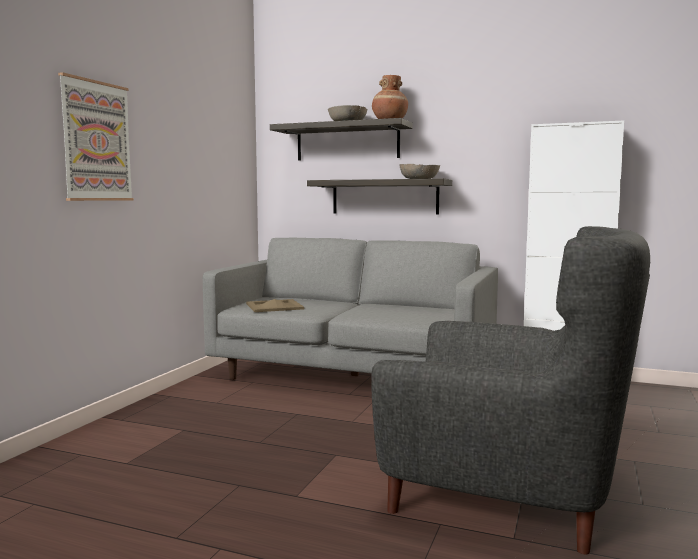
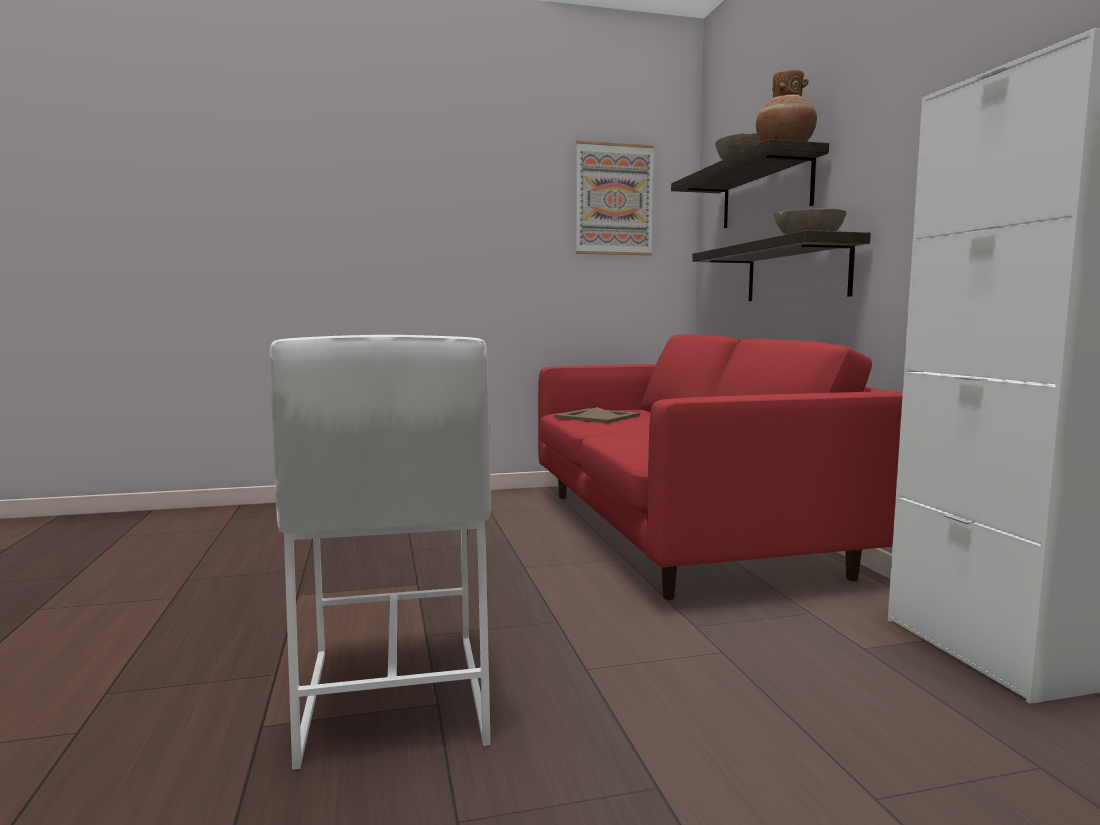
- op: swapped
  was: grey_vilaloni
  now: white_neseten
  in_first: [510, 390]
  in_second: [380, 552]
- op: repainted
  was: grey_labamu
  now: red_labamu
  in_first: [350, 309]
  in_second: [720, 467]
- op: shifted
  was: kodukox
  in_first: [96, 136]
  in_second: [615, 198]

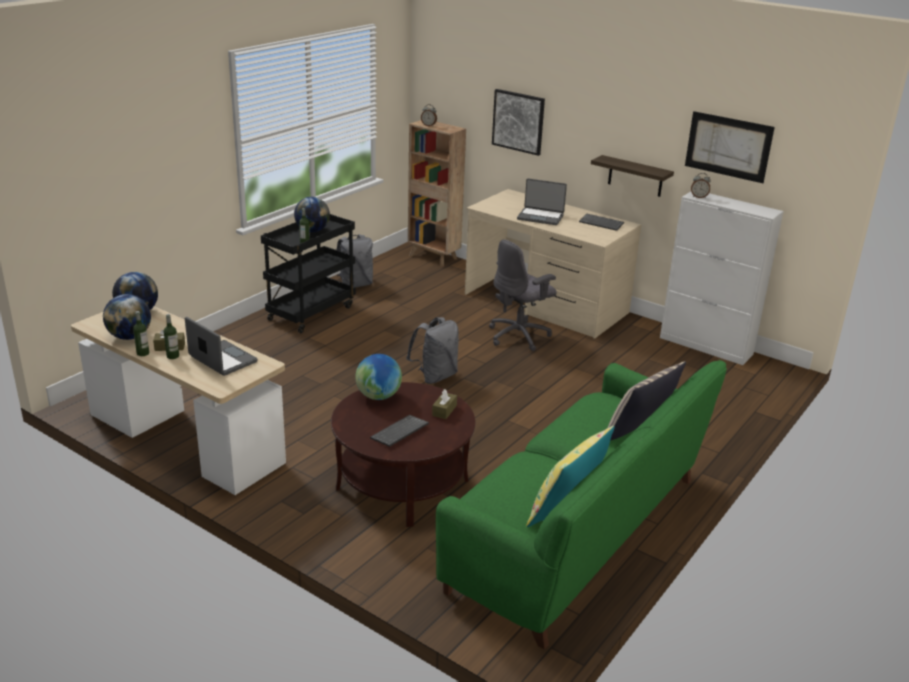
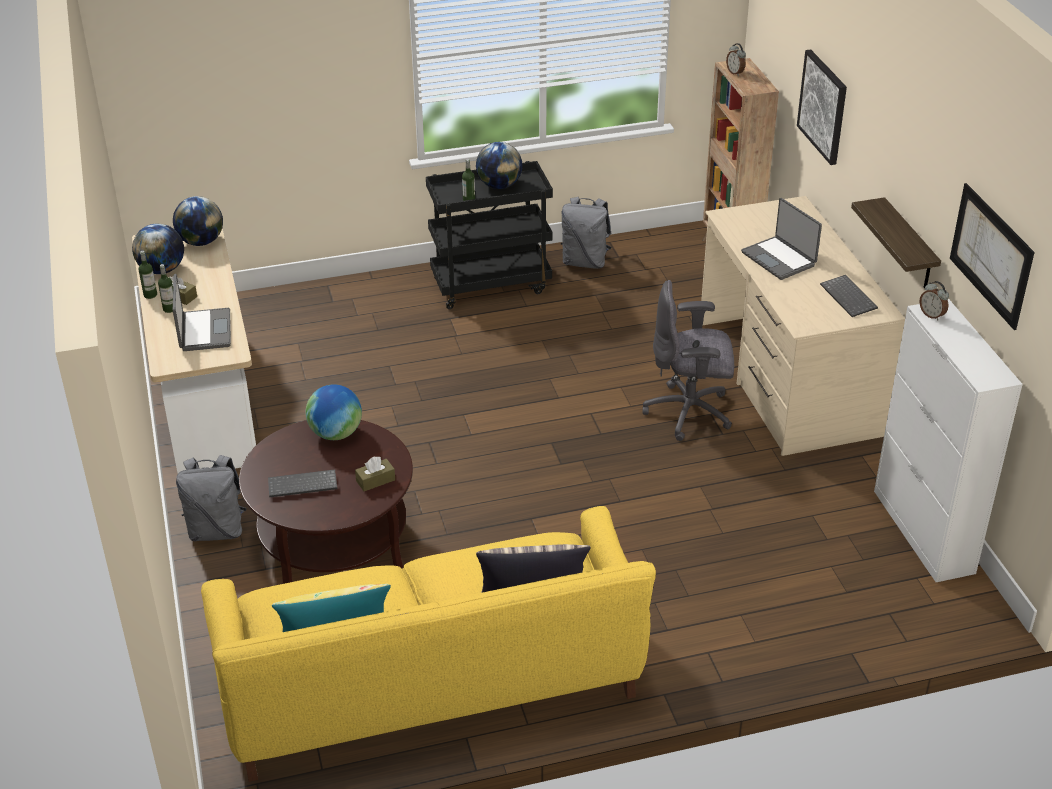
- op: shifted
  was: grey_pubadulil
  in_first: [432, 350]
  in_second: [211, 498]
- op: repainted
  was: green_labamu
  now: yellow_labamu
  in_first: [581, 505]
  in_second: [428, 644]

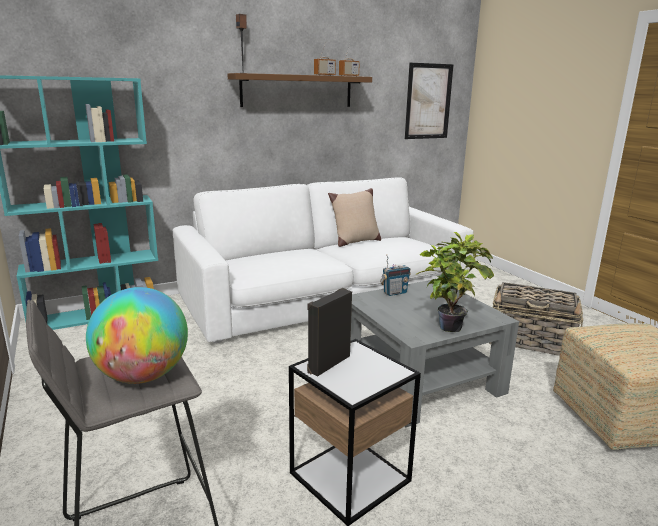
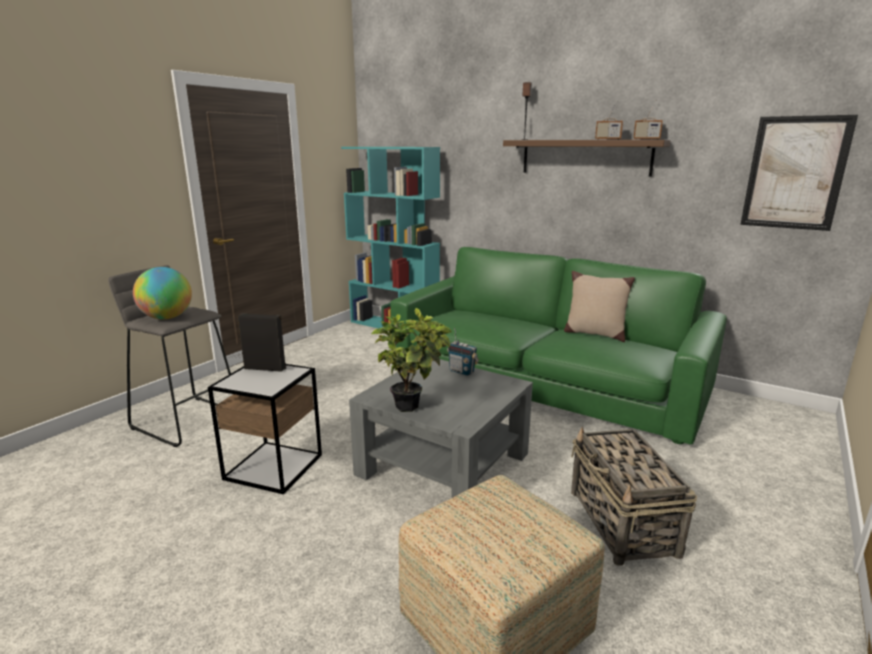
- op: repainted
  was: white_labamu
  now: green_labamu
  in_first: [323, 260]
  in_second: [558, 345]

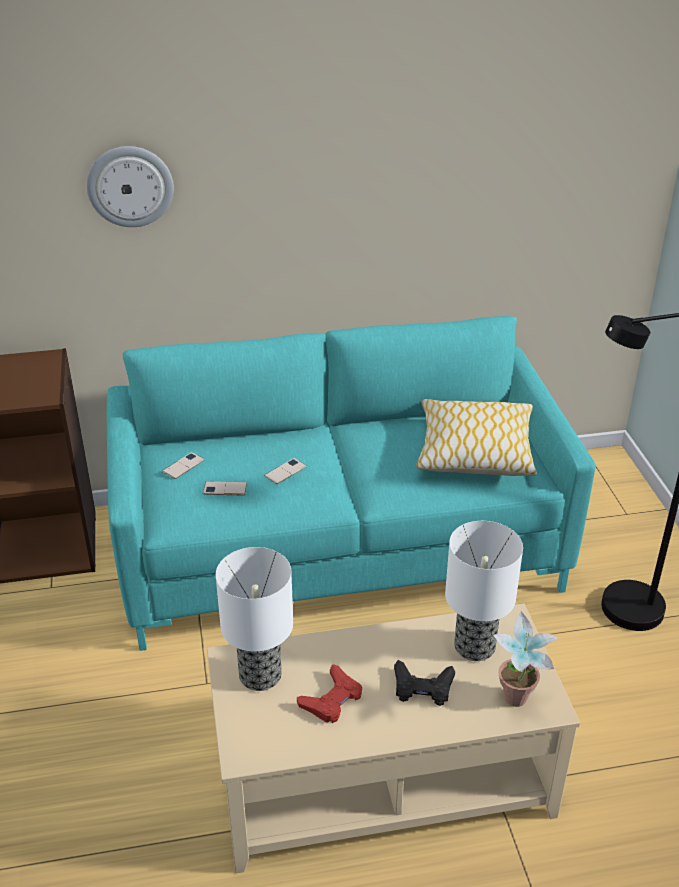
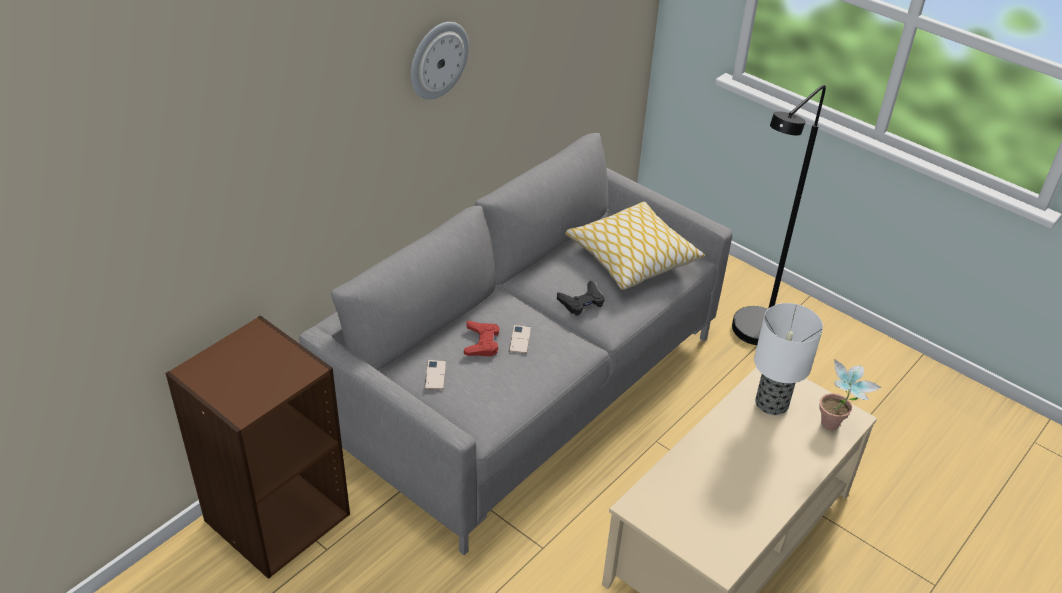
- op: repainted
  was: turquoise_labamu
  now: grey_labamu
  in_first: [351, 483]
  in_second: [516, 344]
- op: shifted
  was: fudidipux
  in_first: [130, 186]
  in_second: [440, 61]
- op: shifted
  was: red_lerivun
  in_first: [329, 693]
  in_second: [481, 338]
- op: shifted
  was: black_lerivun
  in_first: [424, 683]
  in_second: [581, 298]
- op: gone
  was: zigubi
  in_first: [225, 488]
- op: gone
  was: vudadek
  in_first: [254, 619]

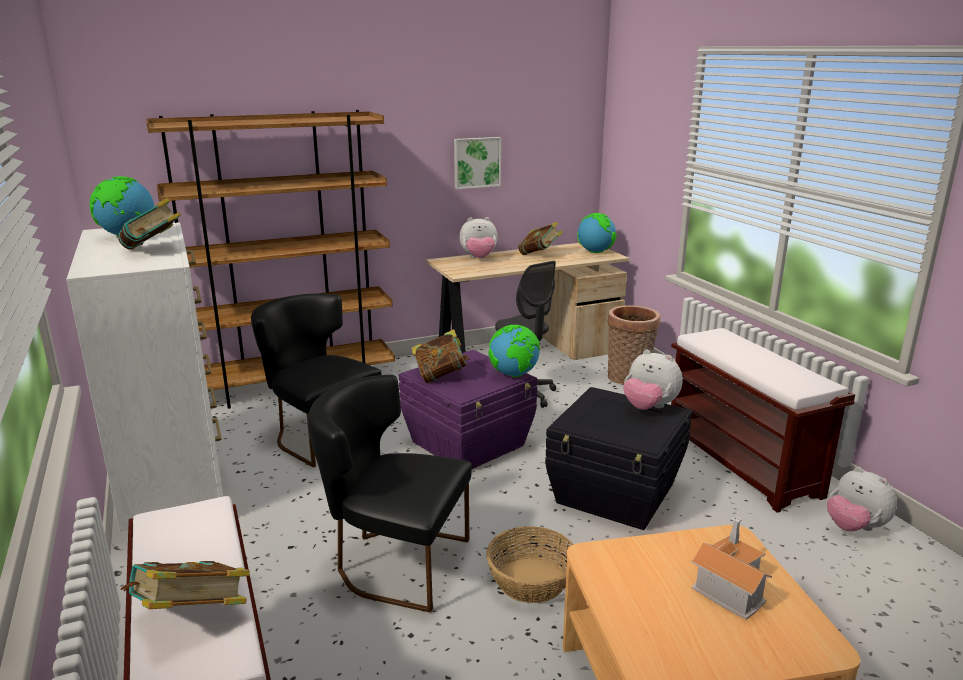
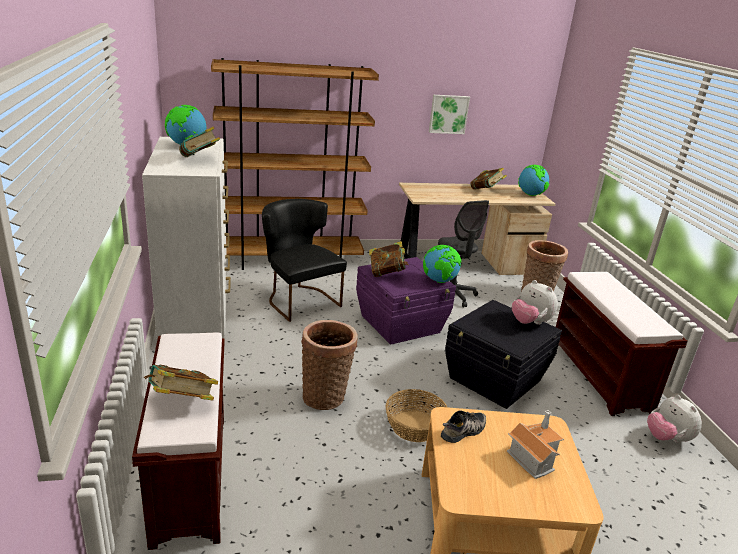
- op: swapped
  was: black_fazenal
  now: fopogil
  in_first: [389, 494]
  in_second: [329, 365]
- op: new
  now: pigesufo
  in_second: [463, 426]
- op: gone
  was: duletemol
  in_first: [478, 237]

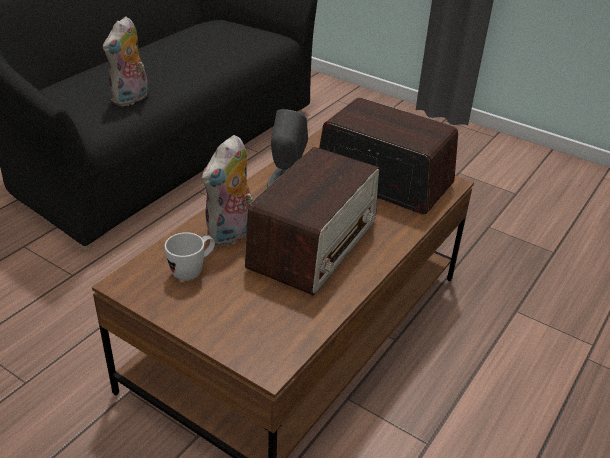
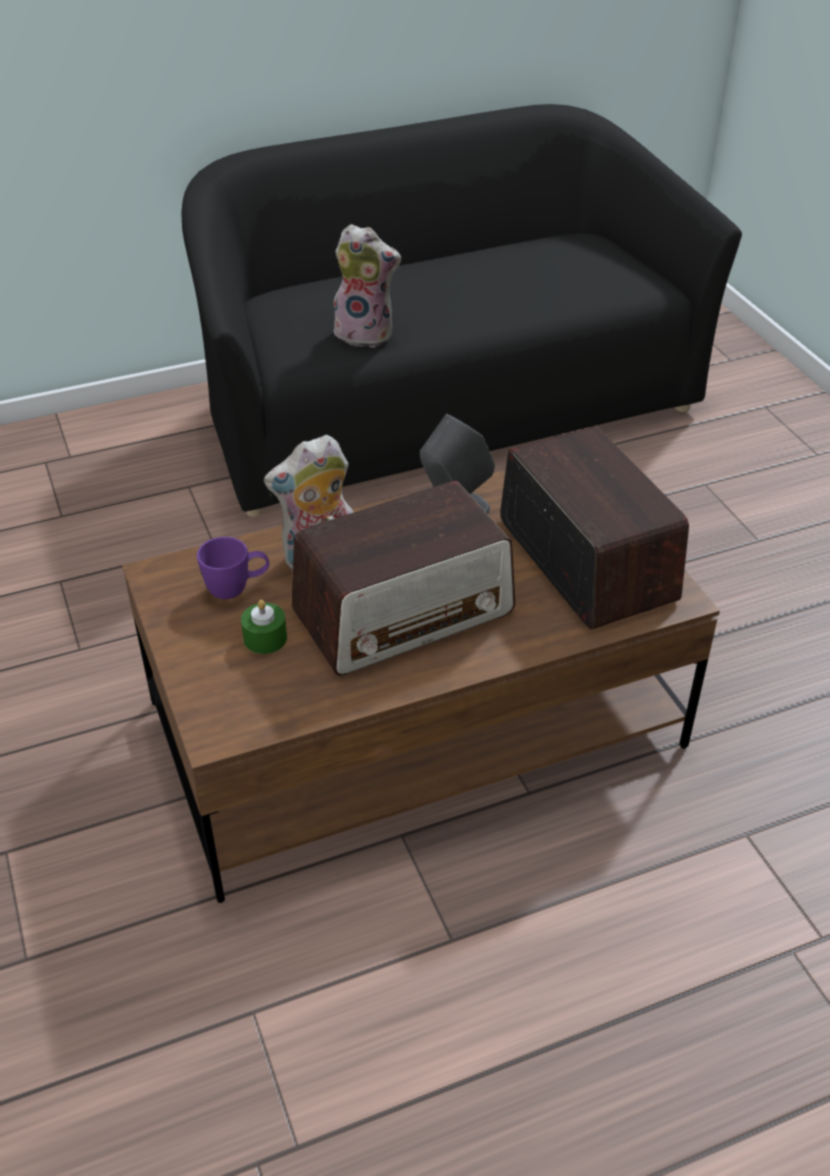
- op: repainted
  was: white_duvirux
  now: purple_duvirux
  in_first: [190, 256]
  in_second: [233, 568]
- op: new
  now: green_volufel
  in_second: [264, 627]
- op: rotated
  was: duletemol
  in_first: [125, 61]
  in_second: [366, 285]
  clockwise: -135

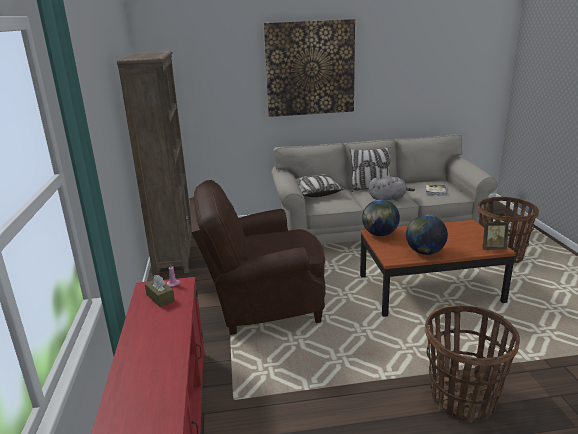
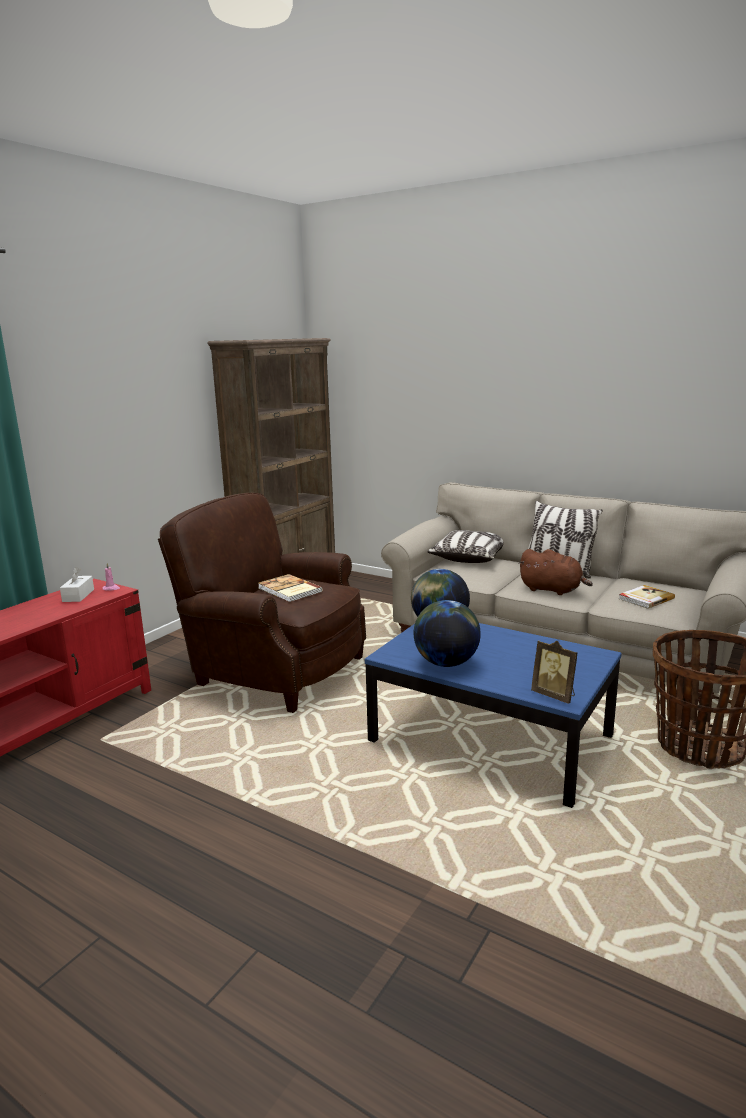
- op: repainted
  was: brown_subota
  now: white_subota
  in_first: [160, 291]
  in_second: [77, 584]
- op: new
  now: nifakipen
  in_second: [290, 588]
- op: repainted
  was: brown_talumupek
  now: blue_talumupek
  in_first: [438, 268]
  in_second: [493, 715]
- op: repainted
  was: grey_duletemol
  now: brown_duletemol
  in_first: [392, 188]
  in_second: [555, 572]
- op: gone
  was: kodukox
  in_first: [309, 68]
- op: gone
  was: fopogil
  in_first: [472, 364]

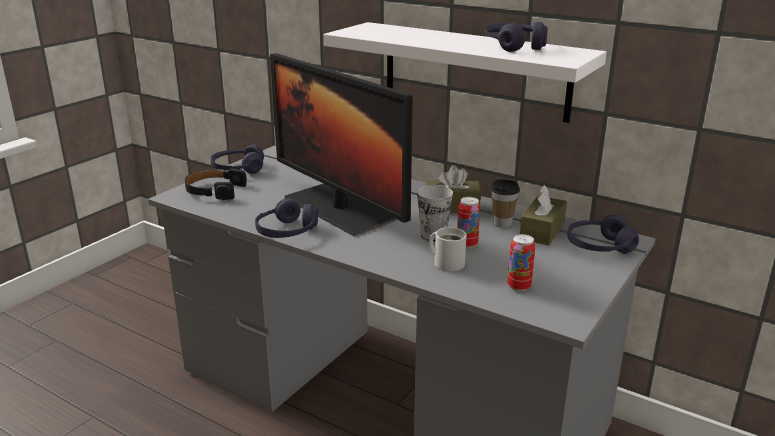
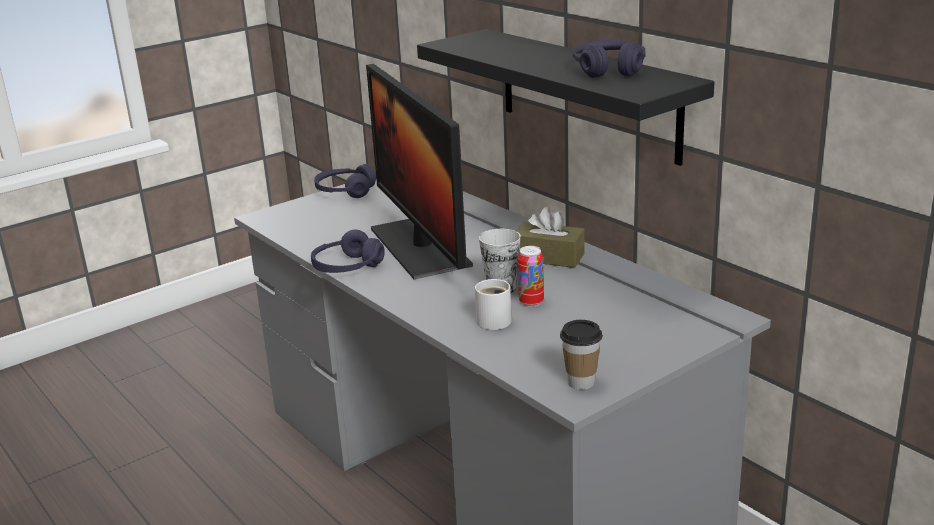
- op: repainted
  was: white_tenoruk
  now: black_tenoruk
  in_first: [465, 72]
  in_second: [566, 97]
- op: shifted
  was: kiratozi
  in_first: [505, 203]
  in_second: [581, 355]
- op: gone
  was: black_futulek
  in_first: [216, 184]
- op: gone
  was: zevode
  in_first: [521, 263]
- op: gone
  was: brown_subota
  in_first: [543, 215]
- op: gone
  was: purple_futulek
  in_first: [603, 234]

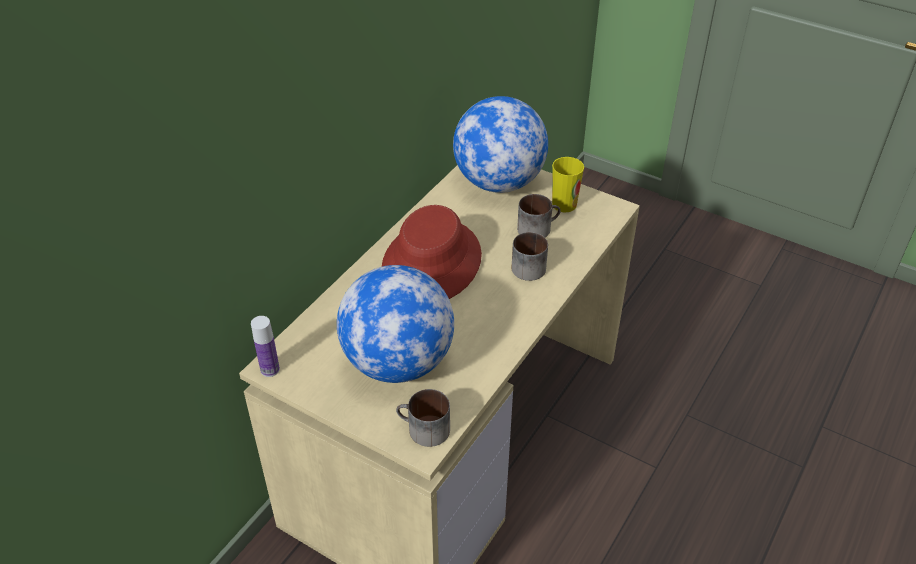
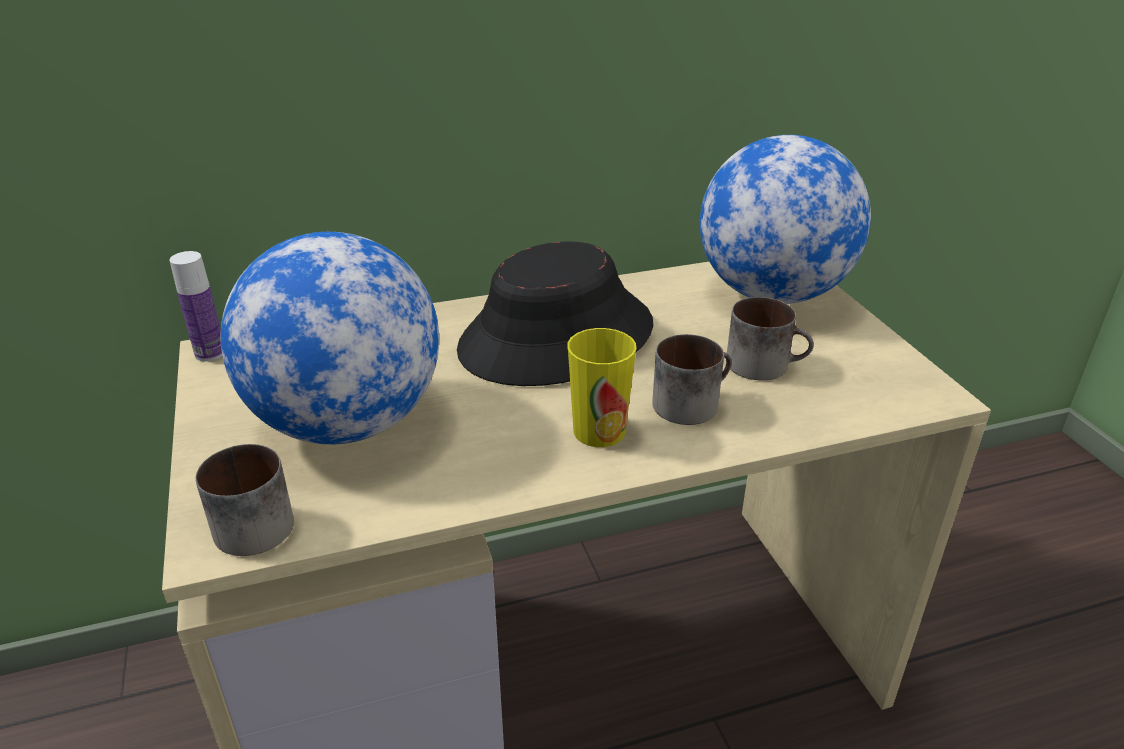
- op: repainted
  was: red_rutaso
  now: black_rutaso
  in_first: [432, 252]
  in_second: [555, 313]
- op: shifted
  was: kiratozi
  in_first: [568, 184]
  in_second: [602, 387]

